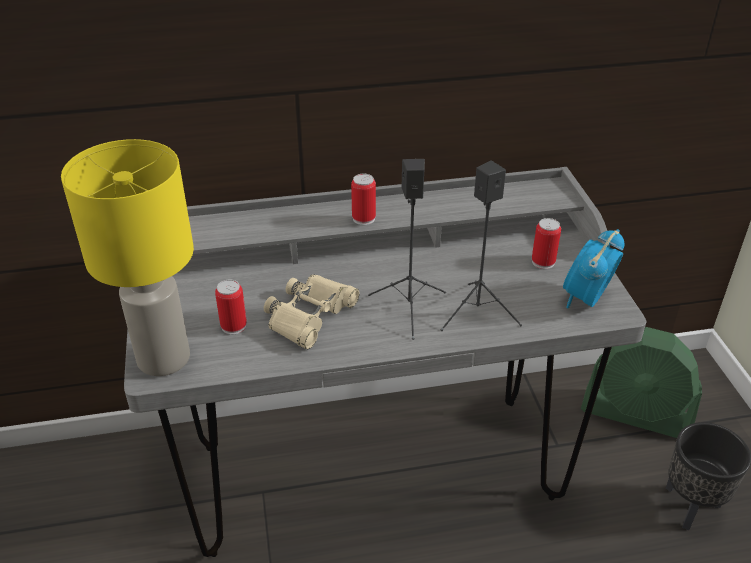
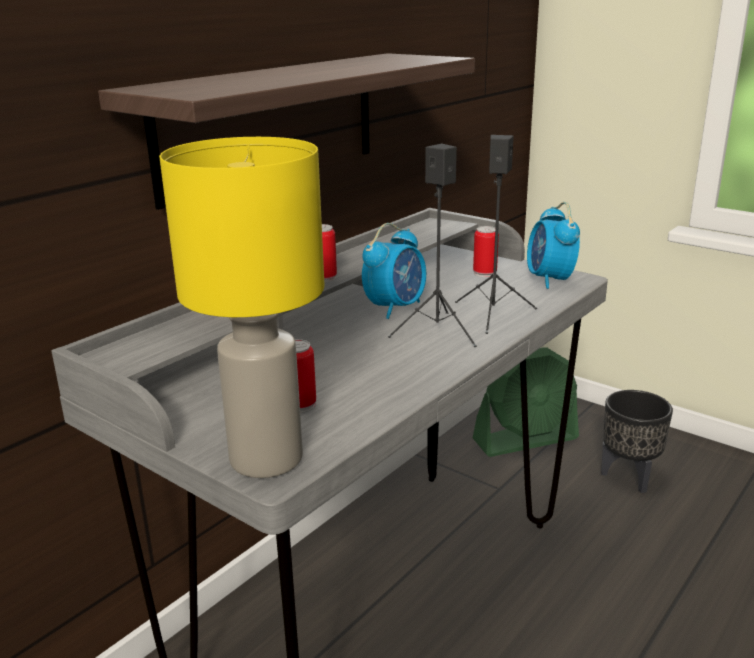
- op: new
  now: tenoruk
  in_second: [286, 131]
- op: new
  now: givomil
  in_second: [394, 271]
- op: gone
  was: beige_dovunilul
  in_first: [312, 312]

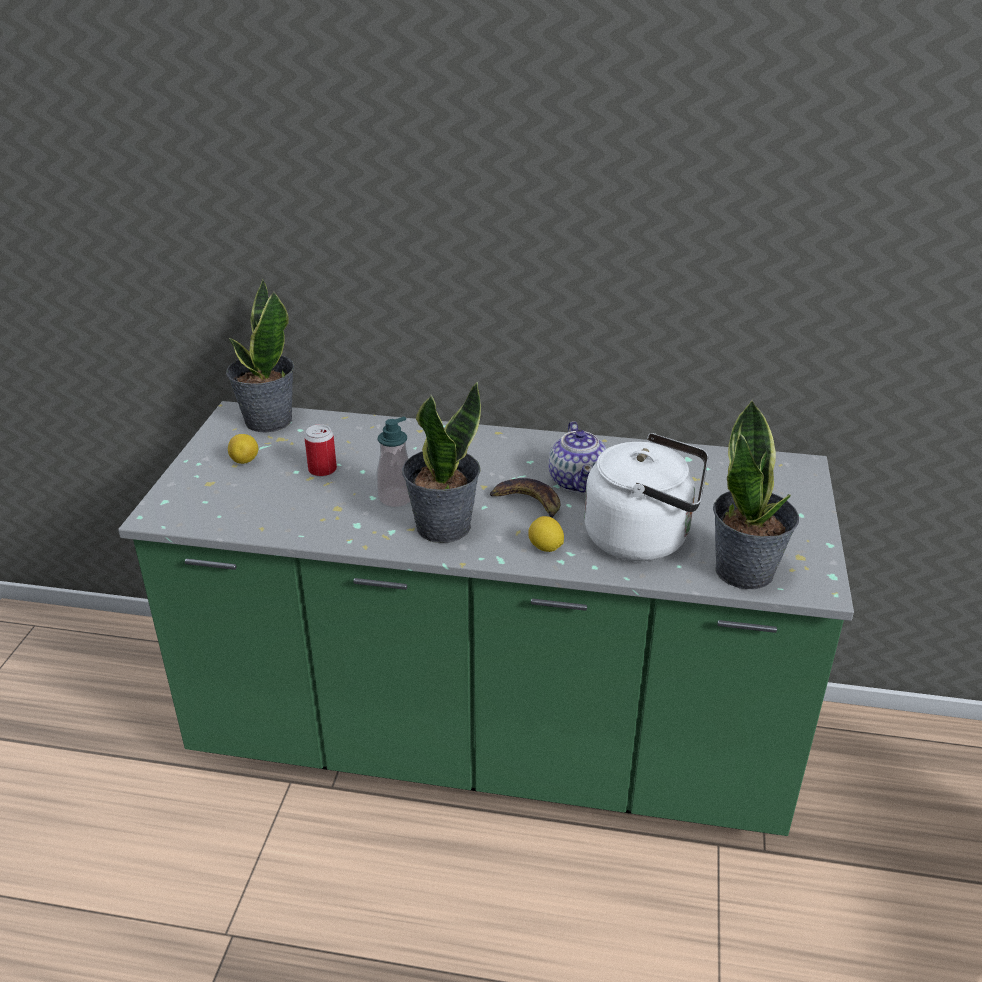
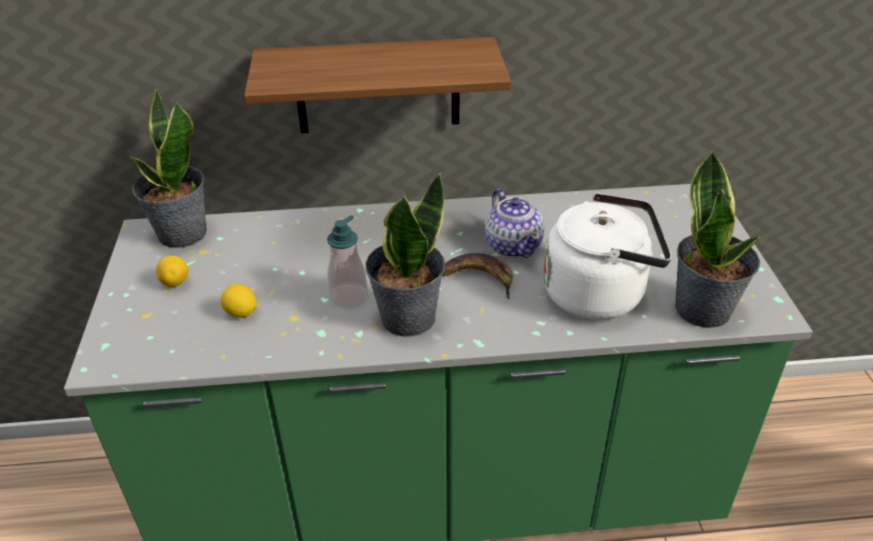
- op: shifted
  was: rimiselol
  in_first: [546, 534]
  in_second: [239, 301]
- op: new
  now: tenoruk
  in_second: [377, 85]
- op: gone
  was: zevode
  in_first: [320, 450]

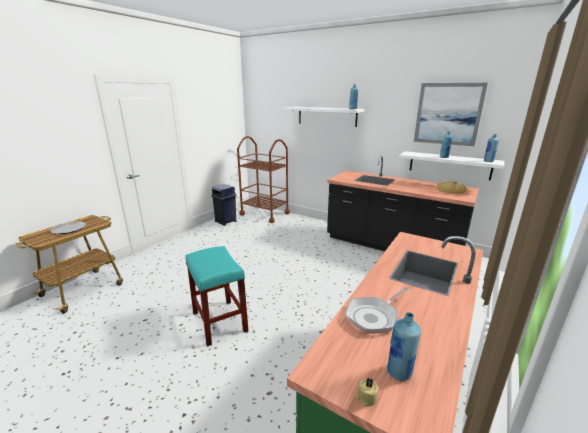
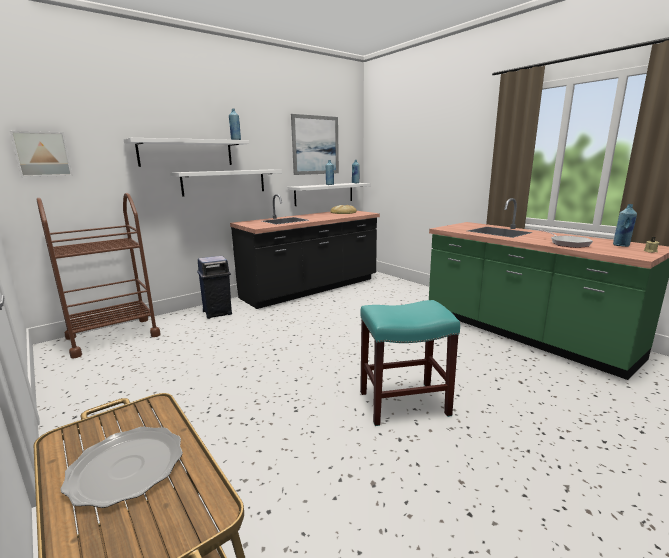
- op: new
  now: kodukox
  in_second: [41, 154]
- op: new
  now: white_tenoruk
  in_second: [226, 183]
- op: shifted
  was: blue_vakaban
  in_first: [224, 205]
  in_second: [214, 287]

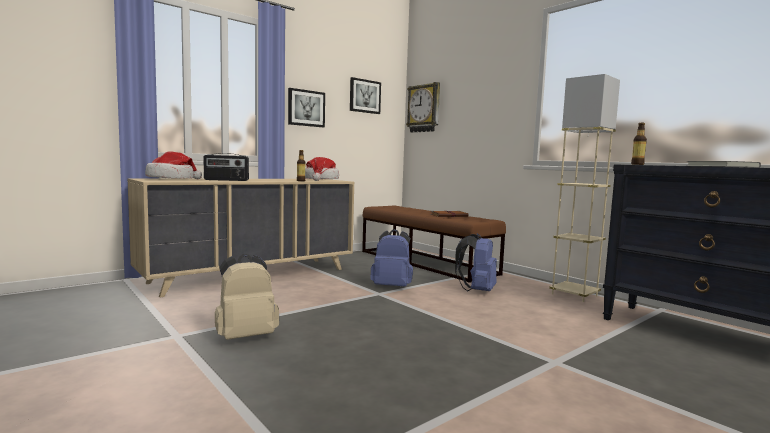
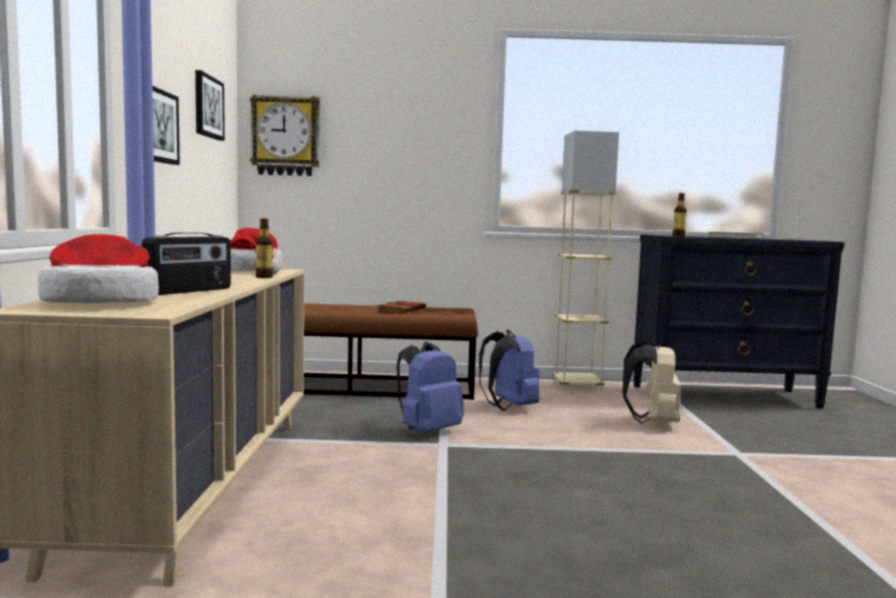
- op: shifted
  was: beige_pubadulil
  in_first: [247, 296]
  in_second: [651, 382]

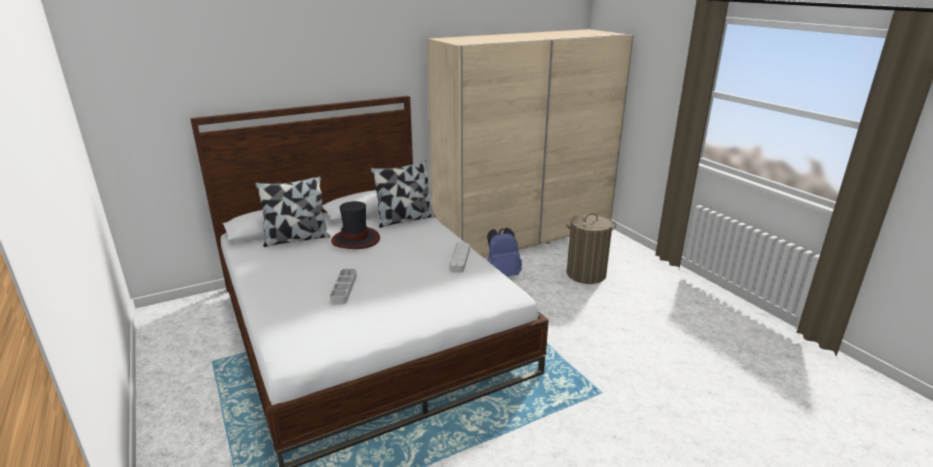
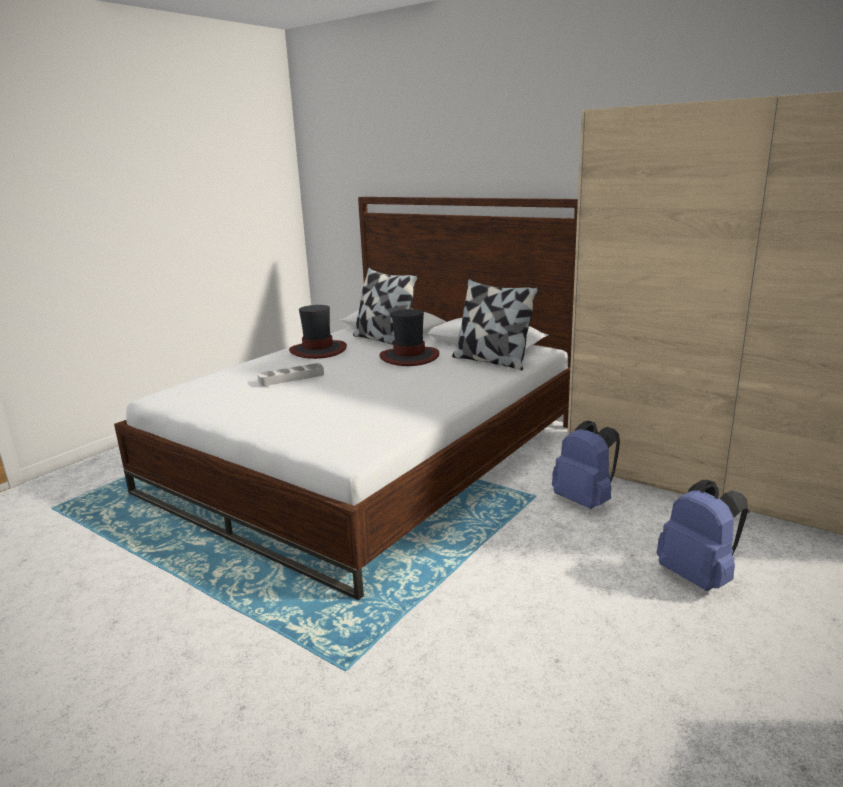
- op: new
  now: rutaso
  in_second: [318, 332]
- op: swapped
  was: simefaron
  now: blue_pubadulil
  in_first: [591, 248]
  in_second: [702, 535]
- op: gone
  was: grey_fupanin
  in_first: [459, 258]

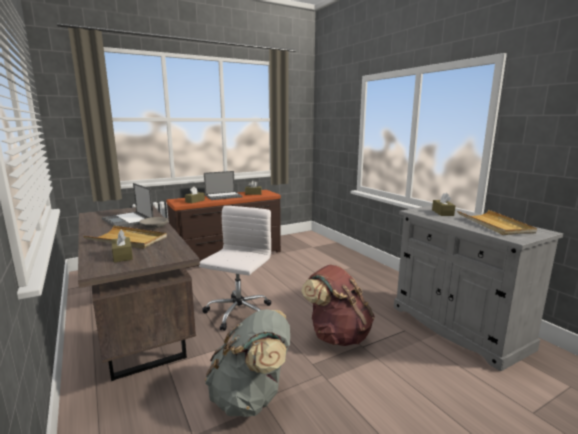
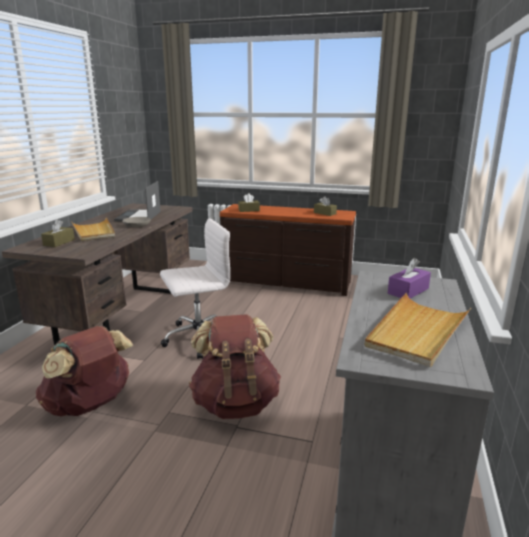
- op: repainted
  was: grey_pubadulil
  now: brown_pubadulil
  in_first: [247, 363]
  in_second: [84, 371]
- op: repainted
  was: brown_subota
  now: purple_subota
  in_first: [443, 204]
  in_second: [409, 278]
- op: gone
  was: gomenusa
  in_first: [223, 185]

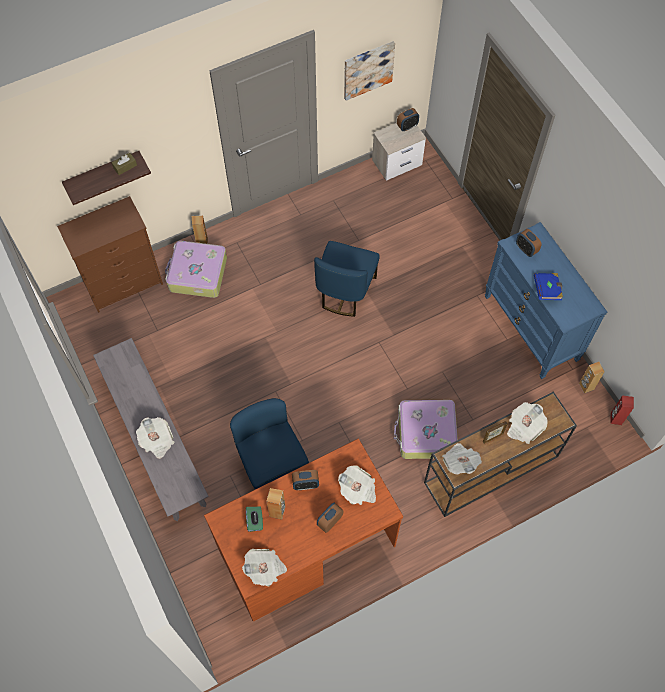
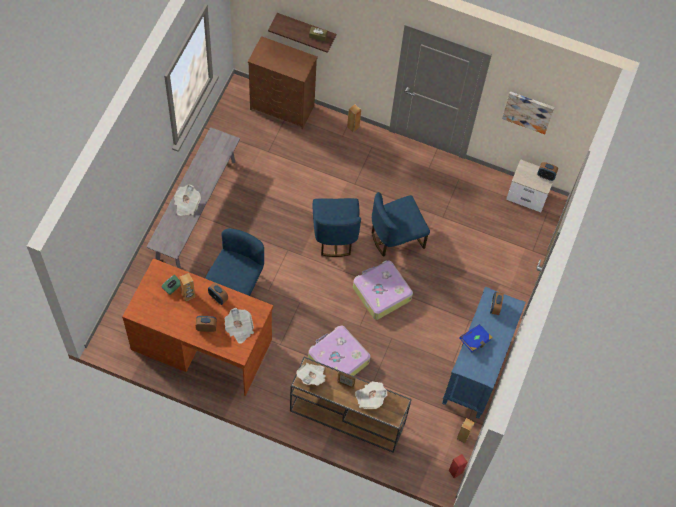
- op: new
  now: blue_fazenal
  in_second: [337, 227]
- op: shifted
  was: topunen
  in_first: [196, 269]
  in_second: [383, 290]
- op: gone
  was: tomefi
  in_first: [264, 567]

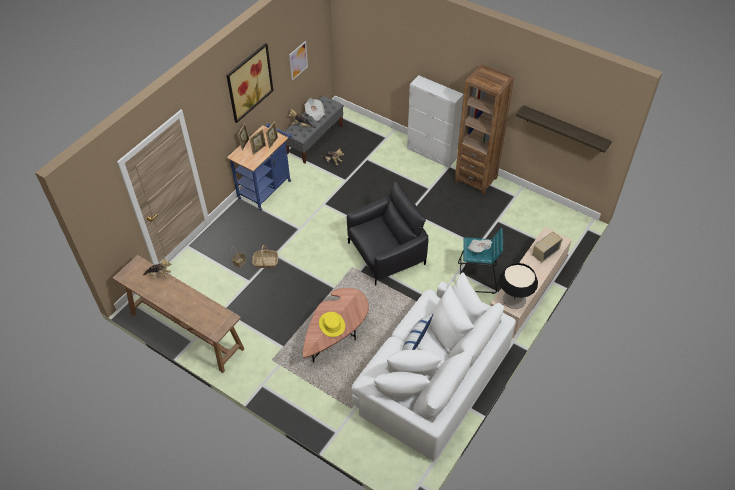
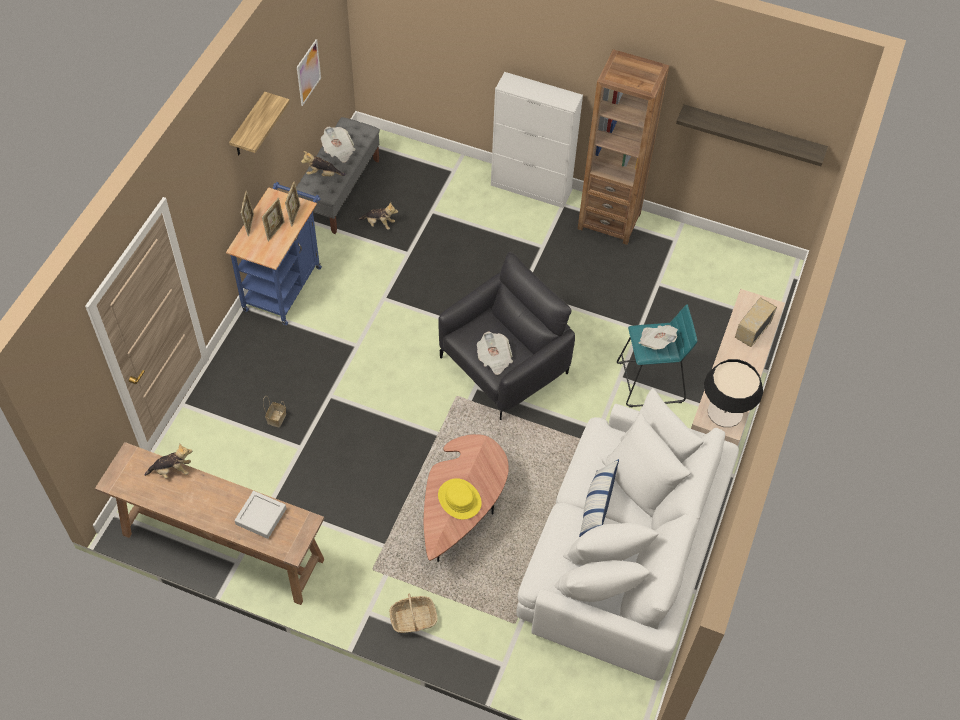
- op: swapped
  was: kodukox
  now: tenoruk
  in_first: [249, 83]
  in_second: [259, 123]
- op: new
  now: grey_fupanin
  in_second: [261, 515]
- op: shifted
  was: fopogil
  in_first: [265, 256]
  in_second: [413, 613]
- op: new
  now: tomefi
  in_second: [495, 353]

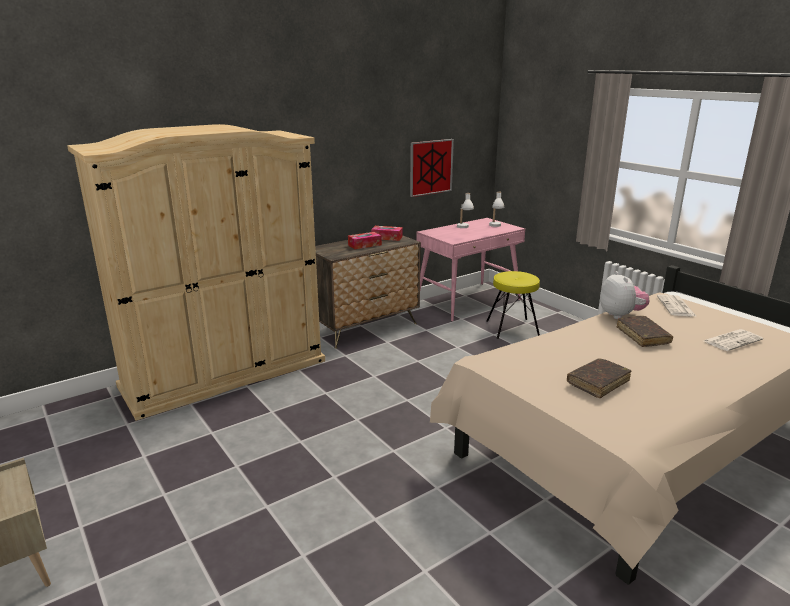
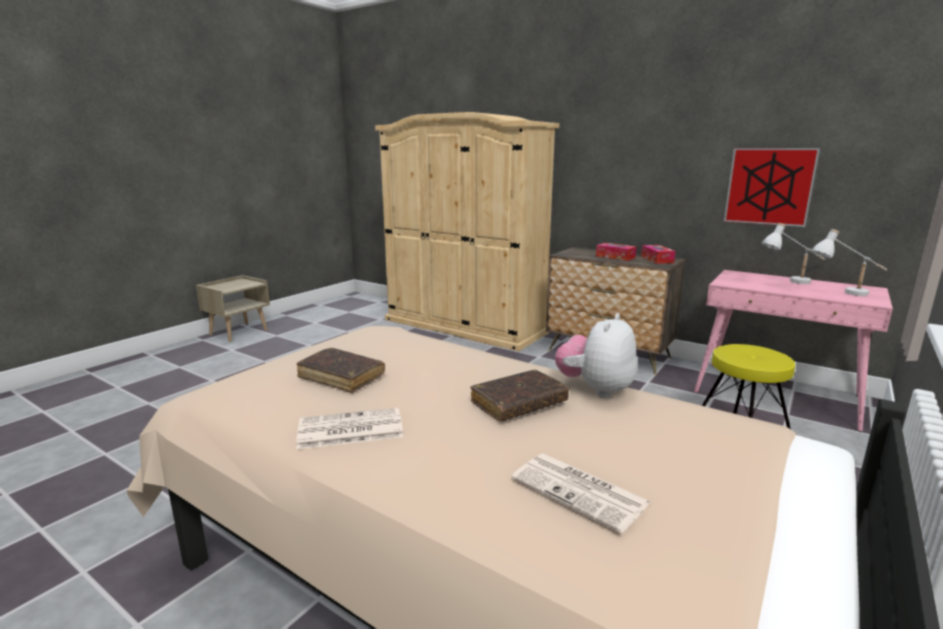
- op: shifted
  was: tomefi
  in_first: [676, 305]
  in_second: [349, 428]
- op: rotated
  was: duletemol
  in_first: [624, 295]
  in_second: [596, 355]
  clockwise: 150

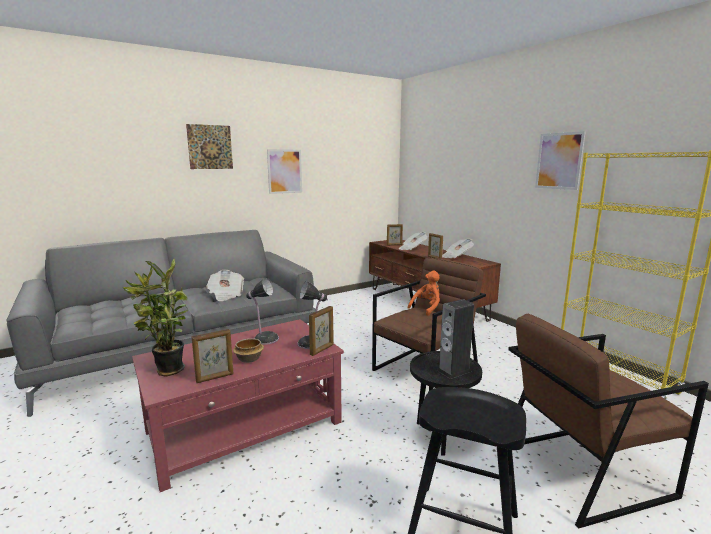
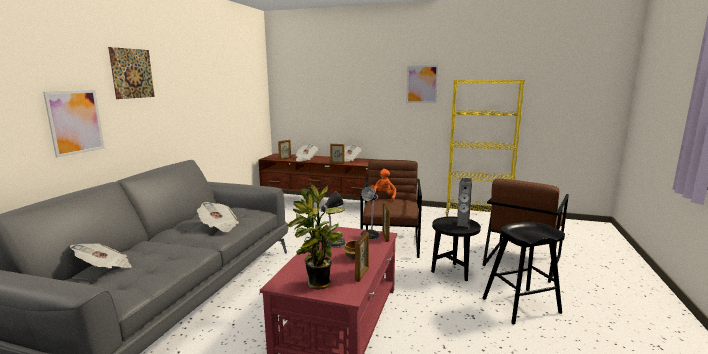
- op: shifted
  was: kodukox
  in_first: [284, 171]
  in_second: [74, 124]
- op: new
  now: tomefi
  in_second: [101, 255]

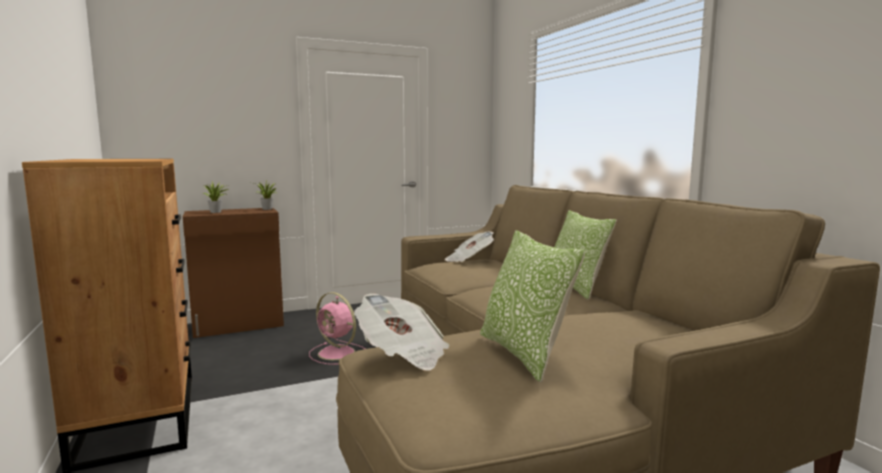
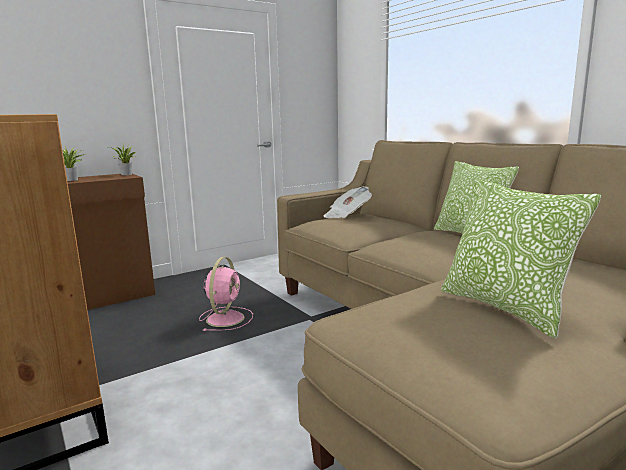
- op: rotated
  was: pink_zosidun
  in_first: [337, 328]
  in_second: [226, 294]
  clockwise: -105
- op: gone
  was: tomefi
  in_first: [402, 332]

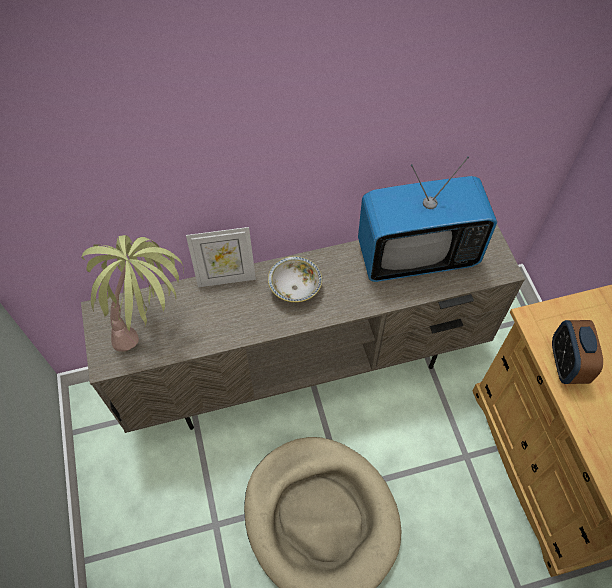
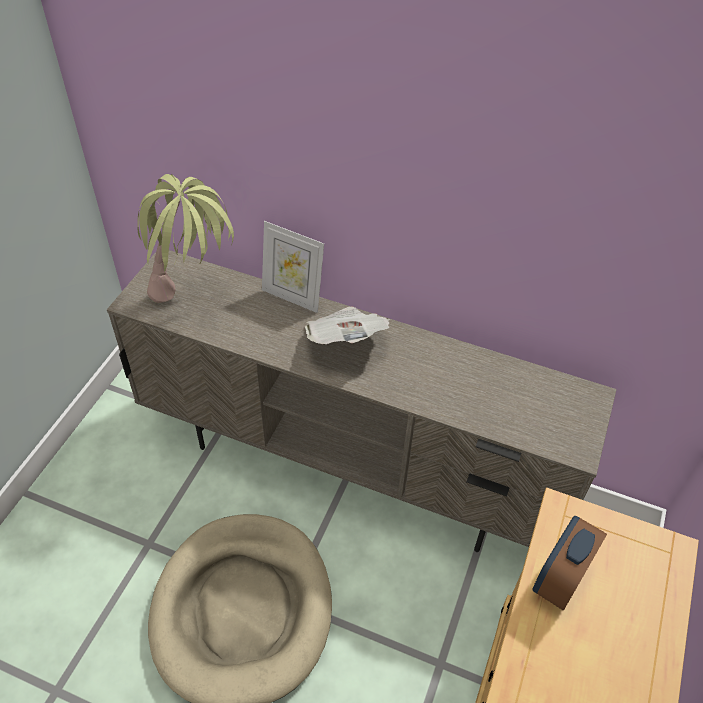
- op: swapped
  was: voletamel
  now: tomefi
  in_first: [295, 279]
  in_second: [347, 325]
- op: gone
  was: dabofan
  in_first: [427, 219]

